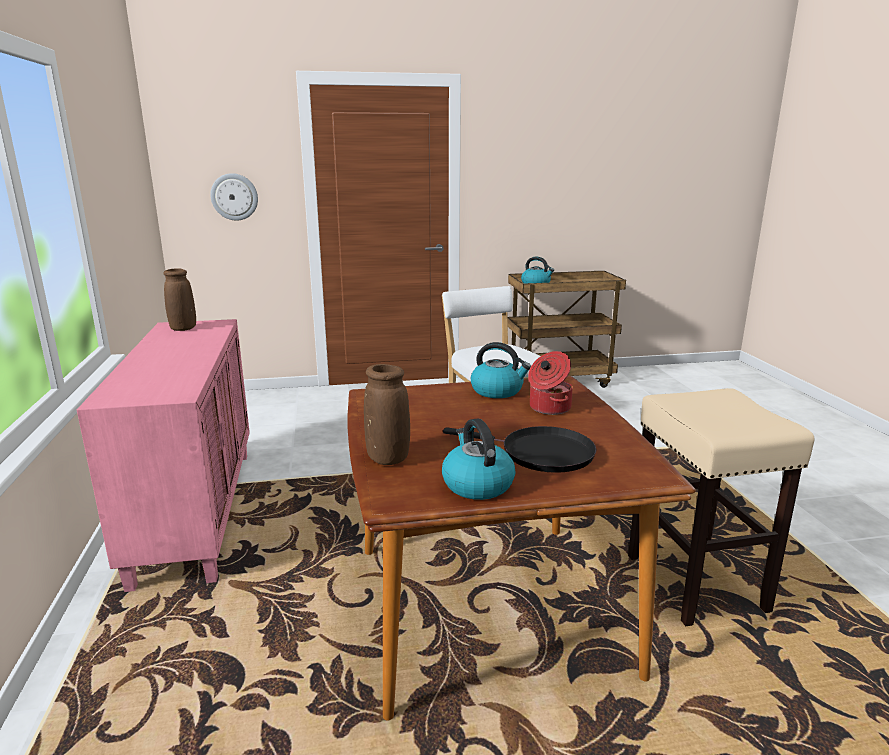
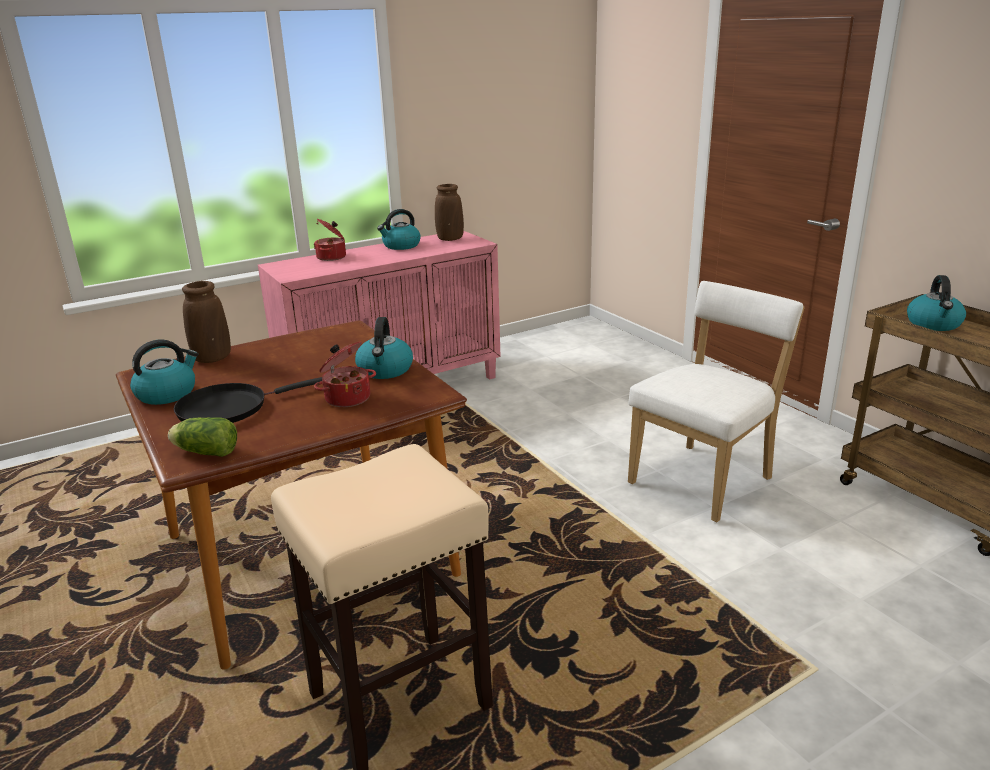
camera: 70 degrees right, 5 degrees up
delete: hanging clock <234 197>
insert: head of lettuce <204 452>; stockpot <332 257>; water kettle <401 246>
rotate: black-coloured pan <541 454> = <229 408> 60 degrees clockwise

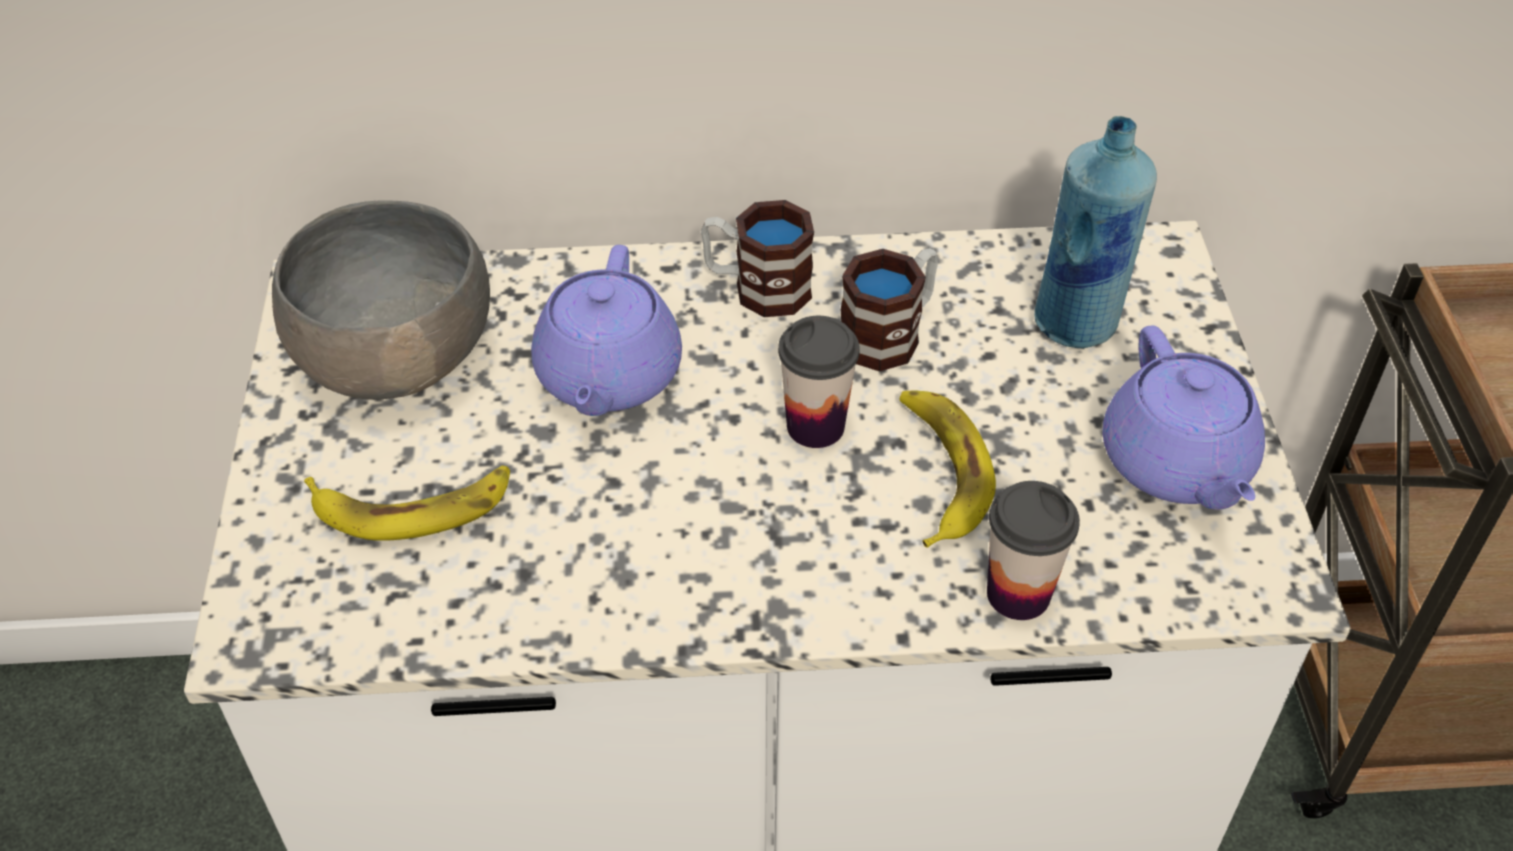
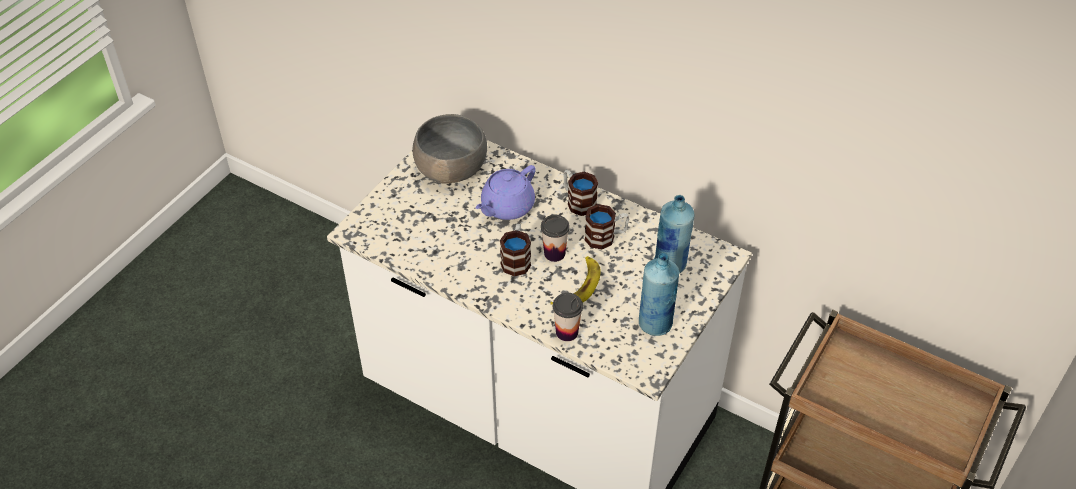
camera: 35 degrees right, 0 degrees up
delete: banana fruit <413 506>
insert: mug <516 259>
replace: purplish tea pot <1177 464> to blue-coloured drink bottle <655 323>

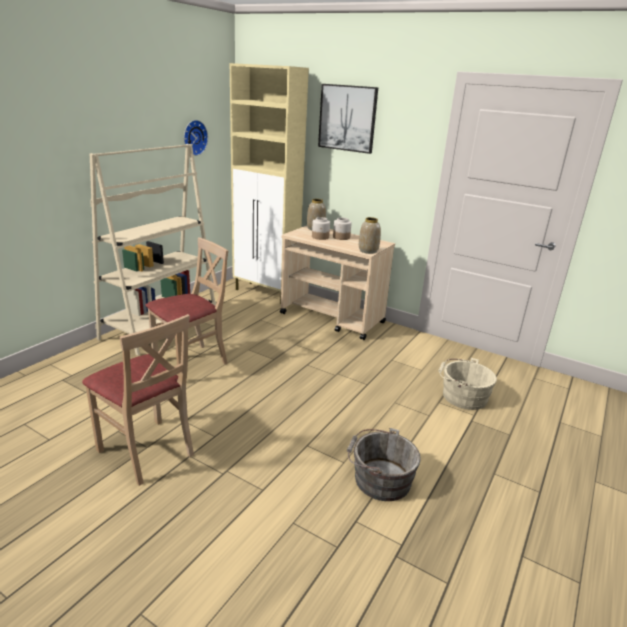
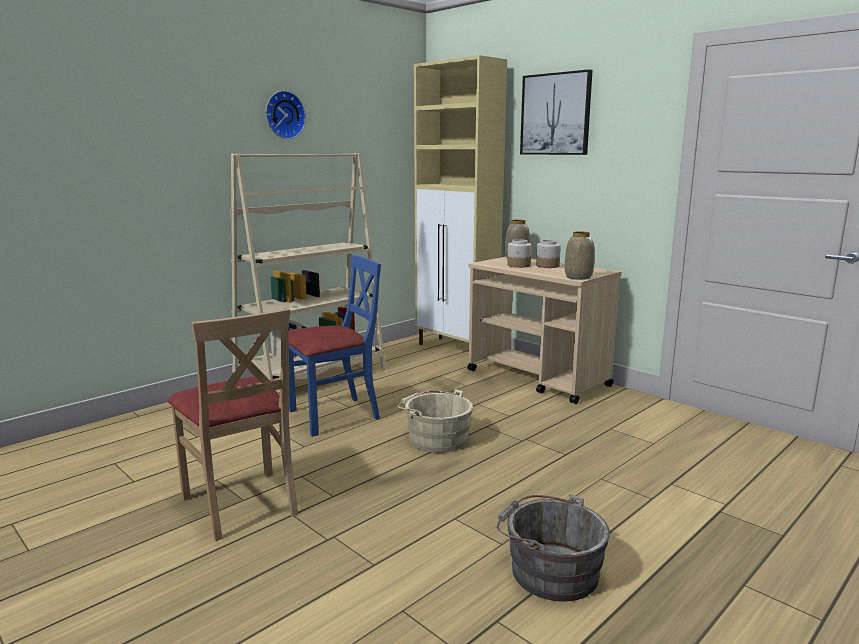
camera: 15 degrees right, 10 degrees down
move: hanging clock <194 137> to <283 115>; sand-coloured pail <461 396> to <435 438>
recolor: sand-coloured plain chair <191 363> to blue-coloured plain chair <334 415>

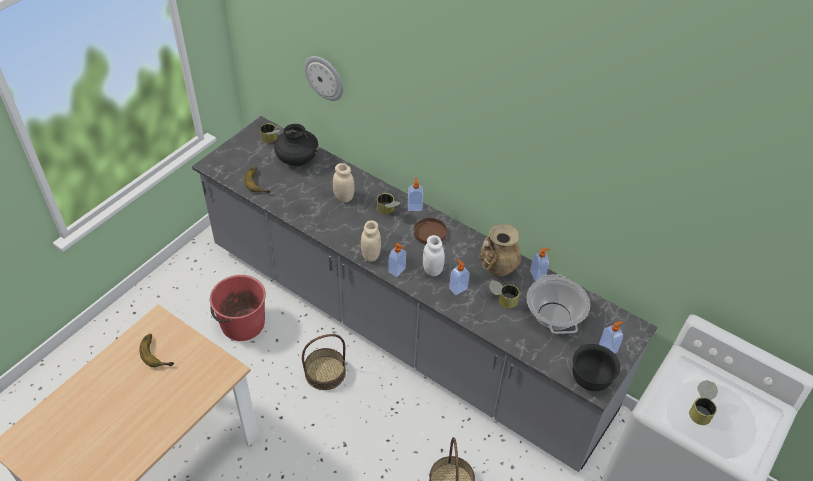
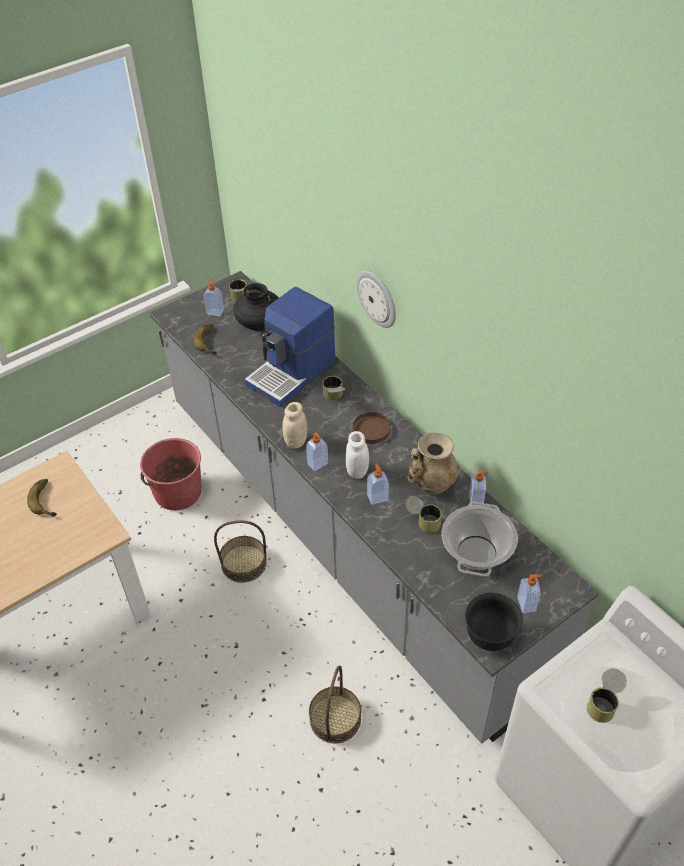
camera: 20 degrees right, 0 degrees up
move: hanging clock <324 77> to <377 298>; soap dispenser <414 207> to <215 312>
replace: sand-coloured jar <344 197> to coffee machine <292 373>

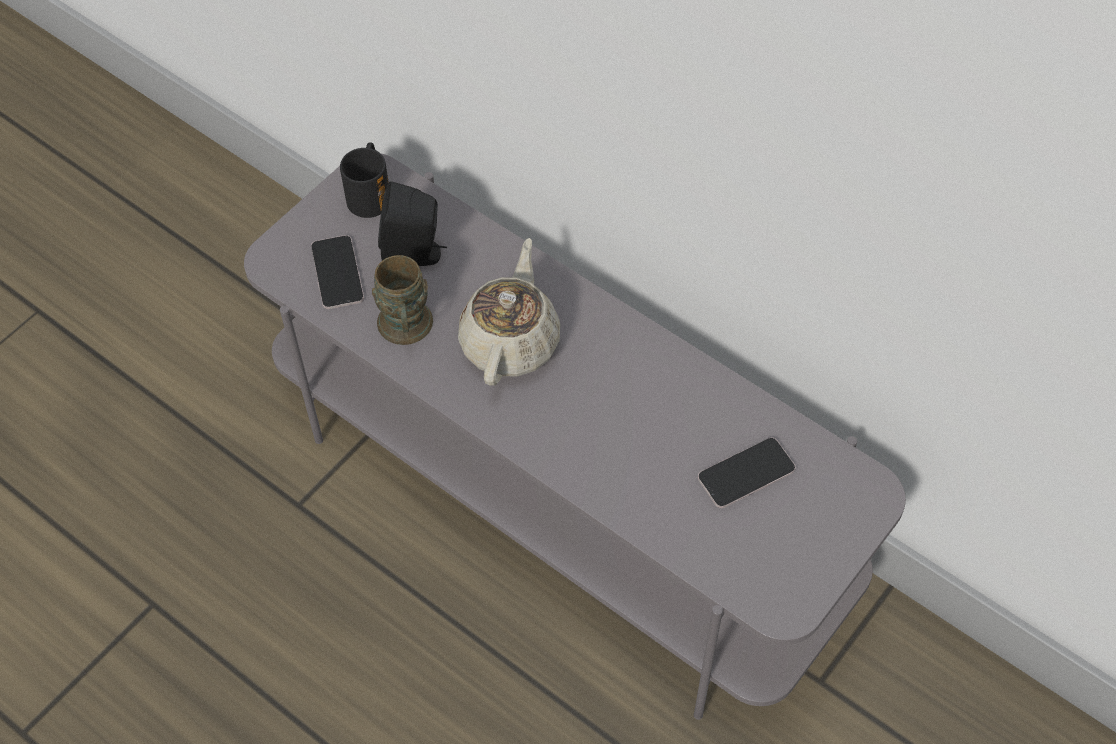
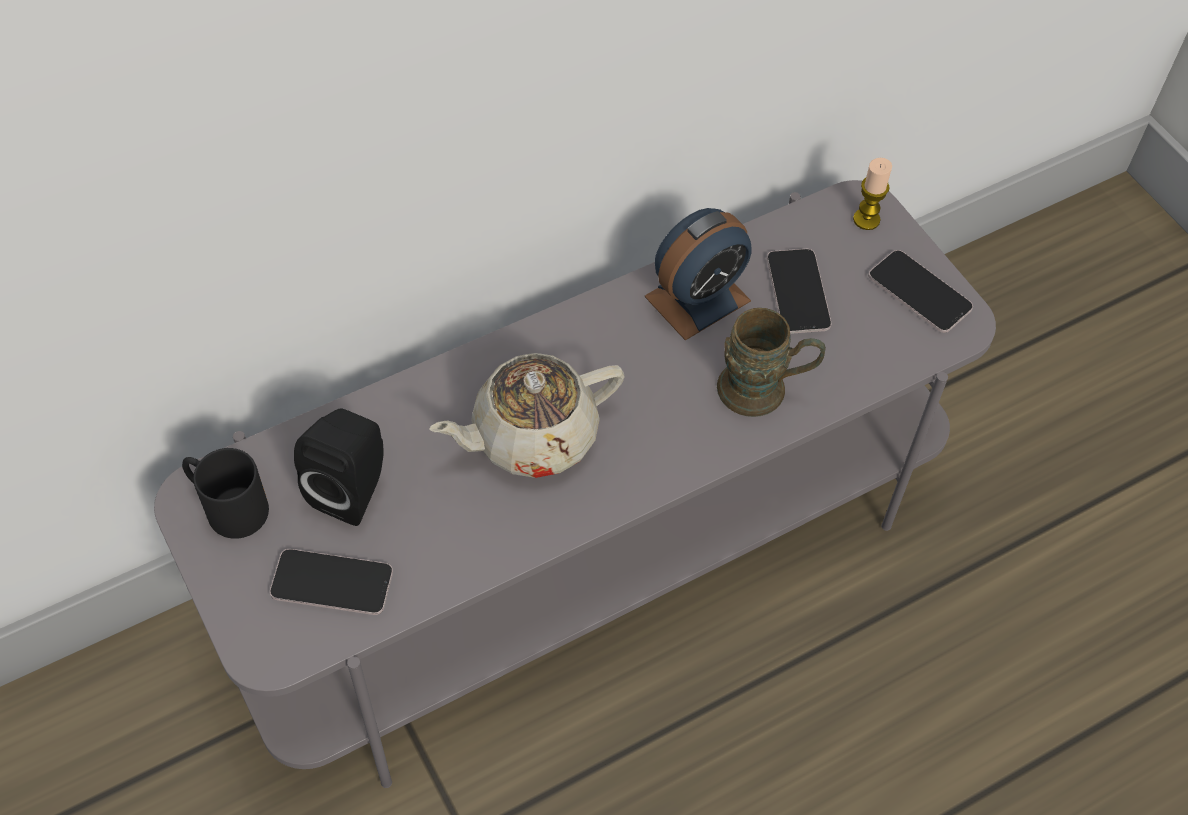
camera: 70 degrees left, 0 degrees up
insert: table clock <697 299>; candle <866 219>; phone <919 292>
move: brown-coloured mug <406 331> to <764 390>
rotate: sand-coloured tea pot <511 341> = <532 436> 60 degrees counterclockwise

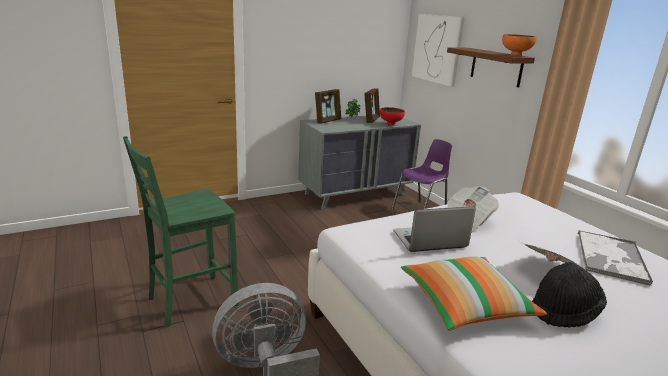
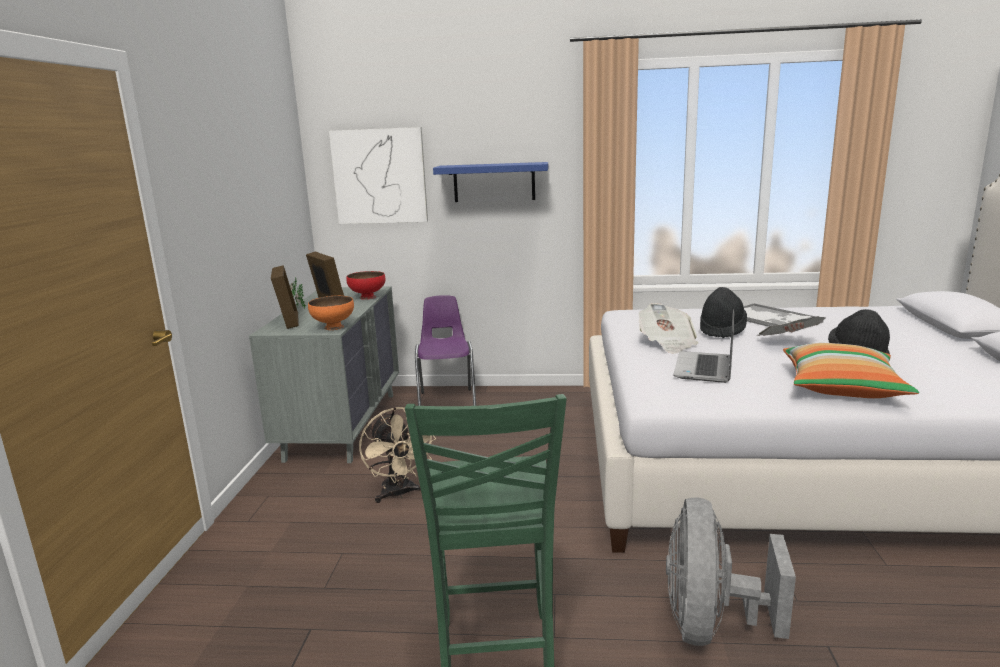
camera: 55 degrees left, 5 degrees down
insert: sand-coloured fan <399 494>; black-coloured clothing hat <722 330>
move: orange serving bowl <515 55> to <333 327>
recolor: brown-coloured shelf <496 67> to blue-coloured shelf <494 182>

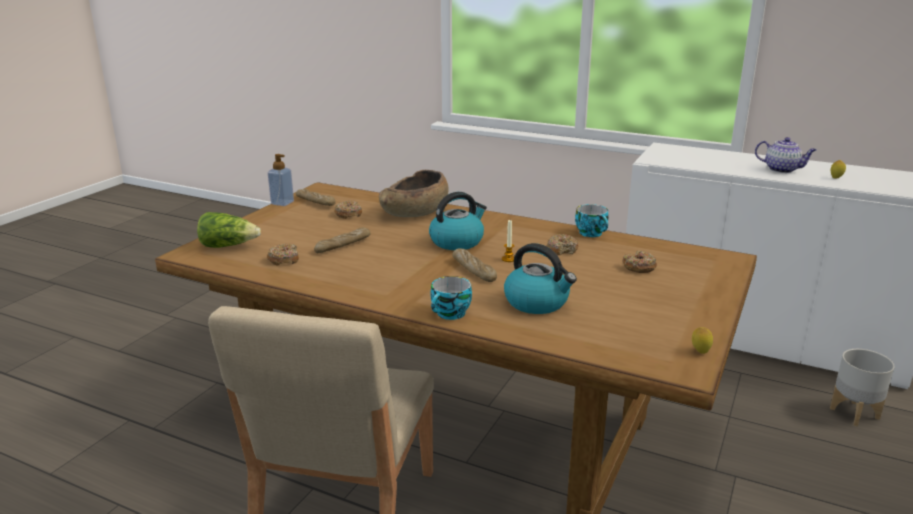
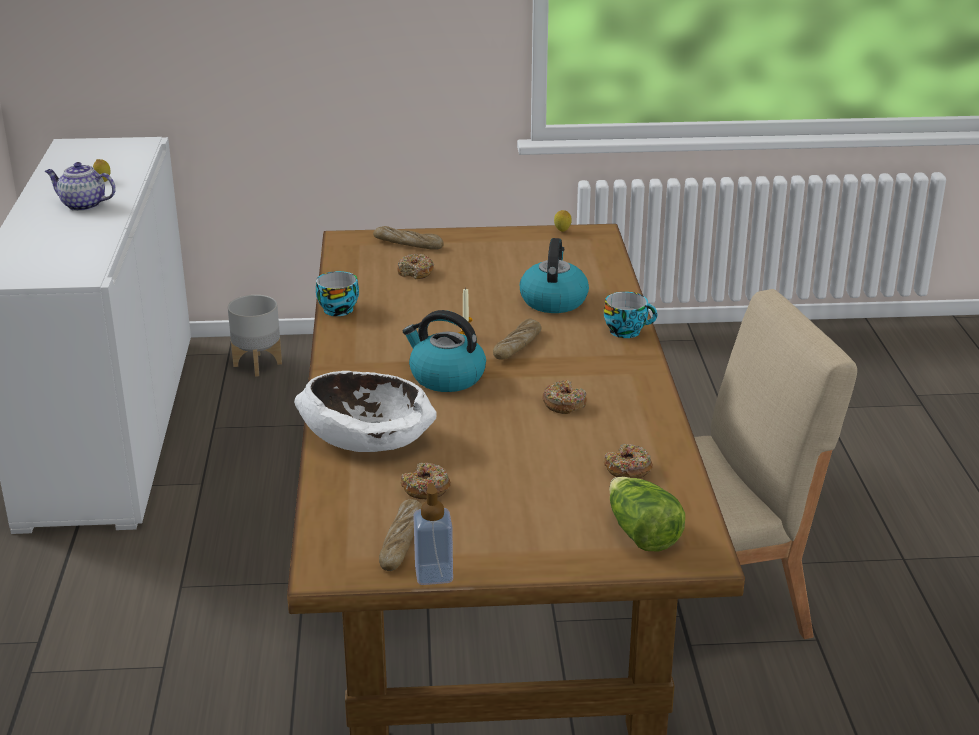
camera: 120 degrees left, 5 degrees up
move: baked bread <343 246> to <408 244>; donut <562 250> to <564 404>
recolor: brown-coloured serving bowl <415 212> to white serving bowl <367 438>
rotate: tea pot <782 170> = <82 205> 75 degrees counterclockwise

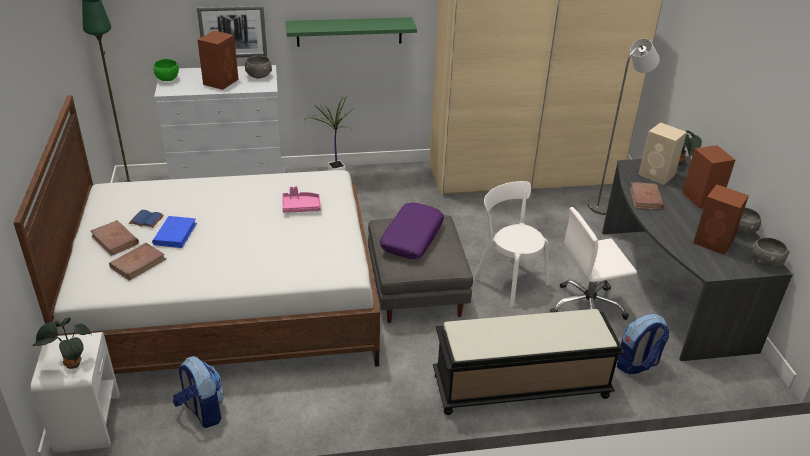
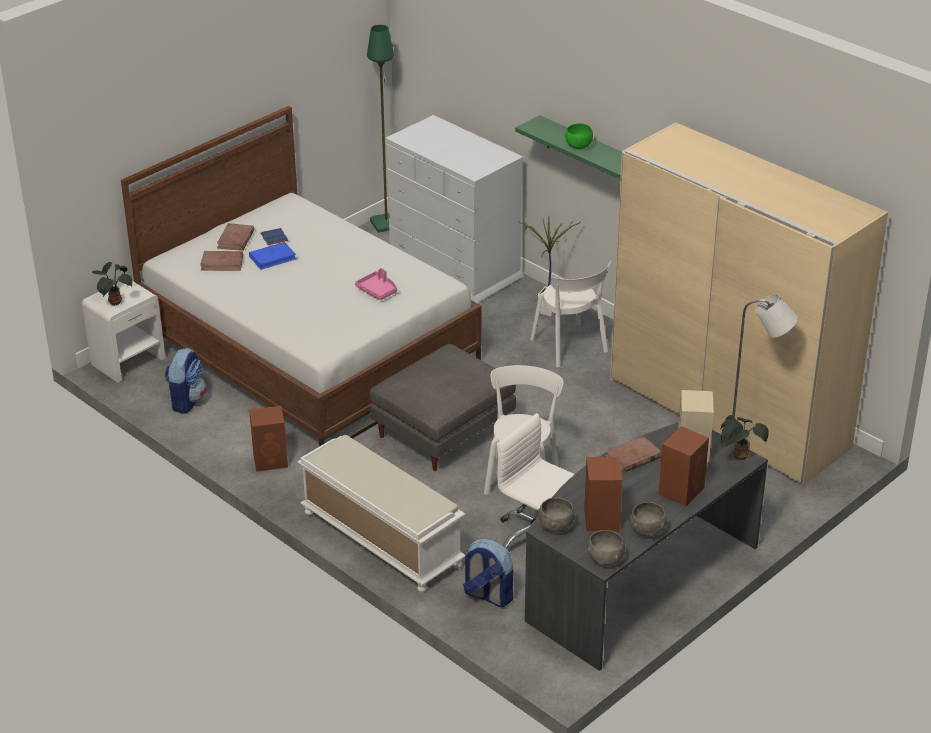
camera: 55 degrees right, 0 degrees up
delete: wall picture <232 31>; purplish throw pillow <411 237>
insert: white plain chair <570 347>
move: green-coloured serving bowl <168 79> to <579 146>; brown-coloured speaker <221 81> to <271 460>; gray serving bowl <259 76> to <556 526>
recolor: black-coloured long seat <520 387> to white long seat <380 539>

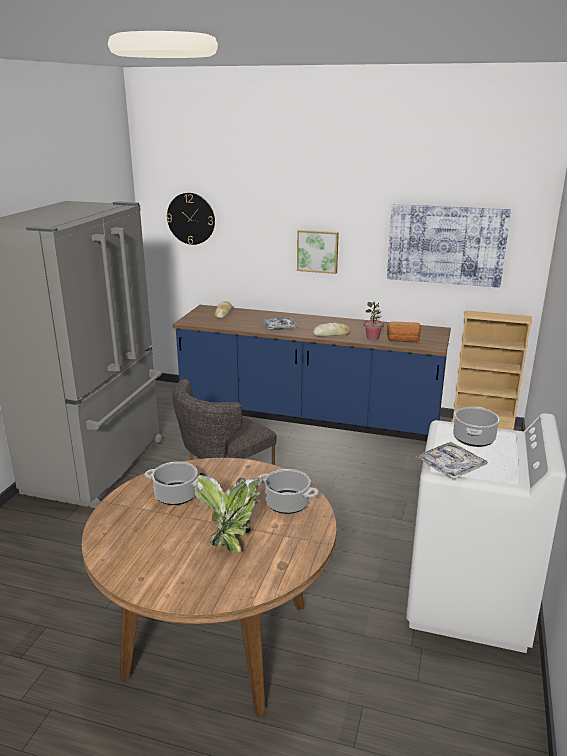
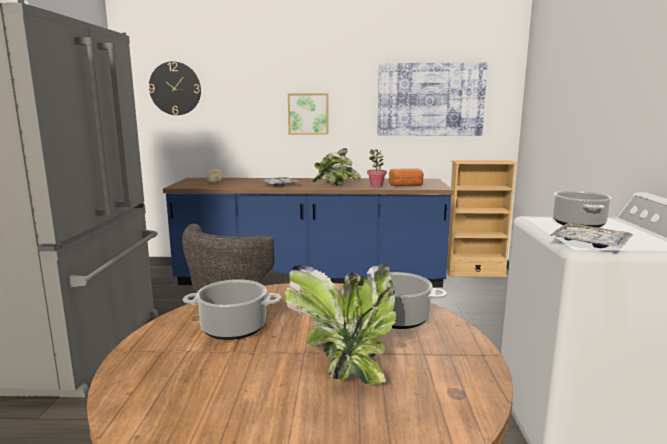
camera: 15 degrees left, 10 degrees down
replace: baked bread <331 334> to potted plant <335 186>

